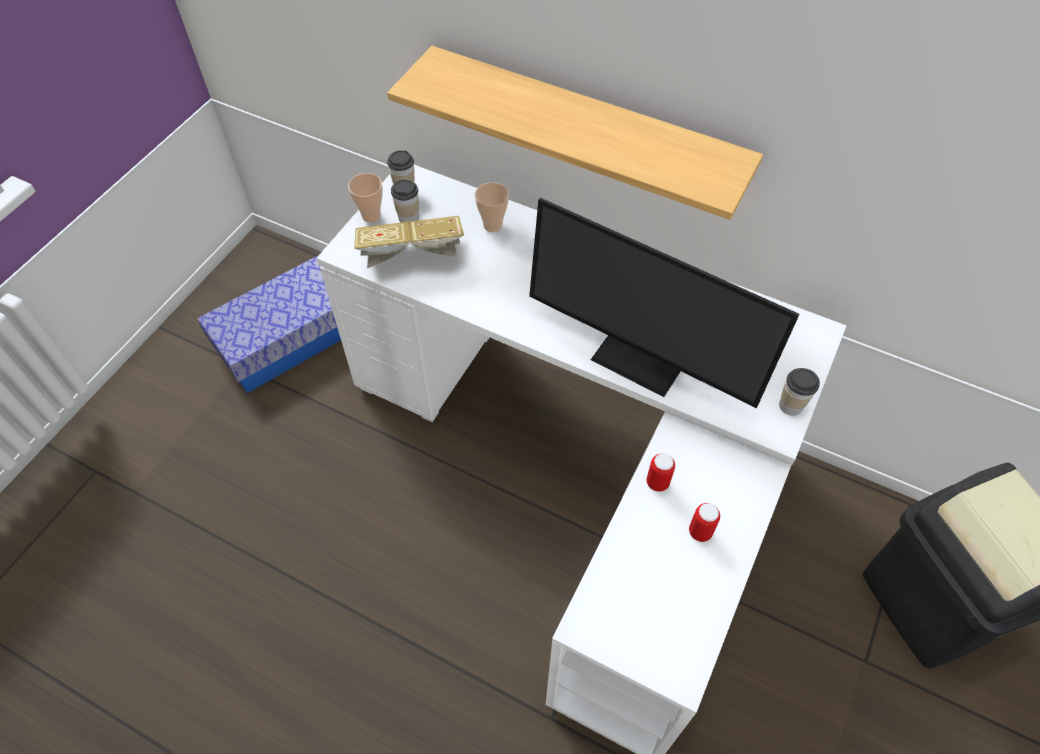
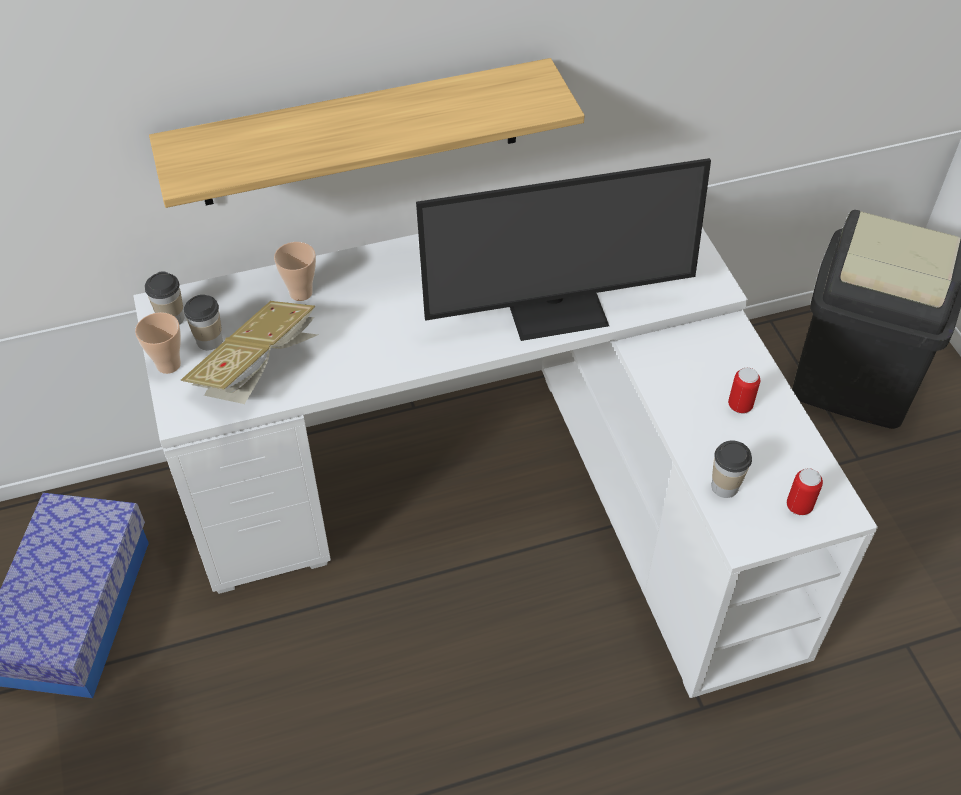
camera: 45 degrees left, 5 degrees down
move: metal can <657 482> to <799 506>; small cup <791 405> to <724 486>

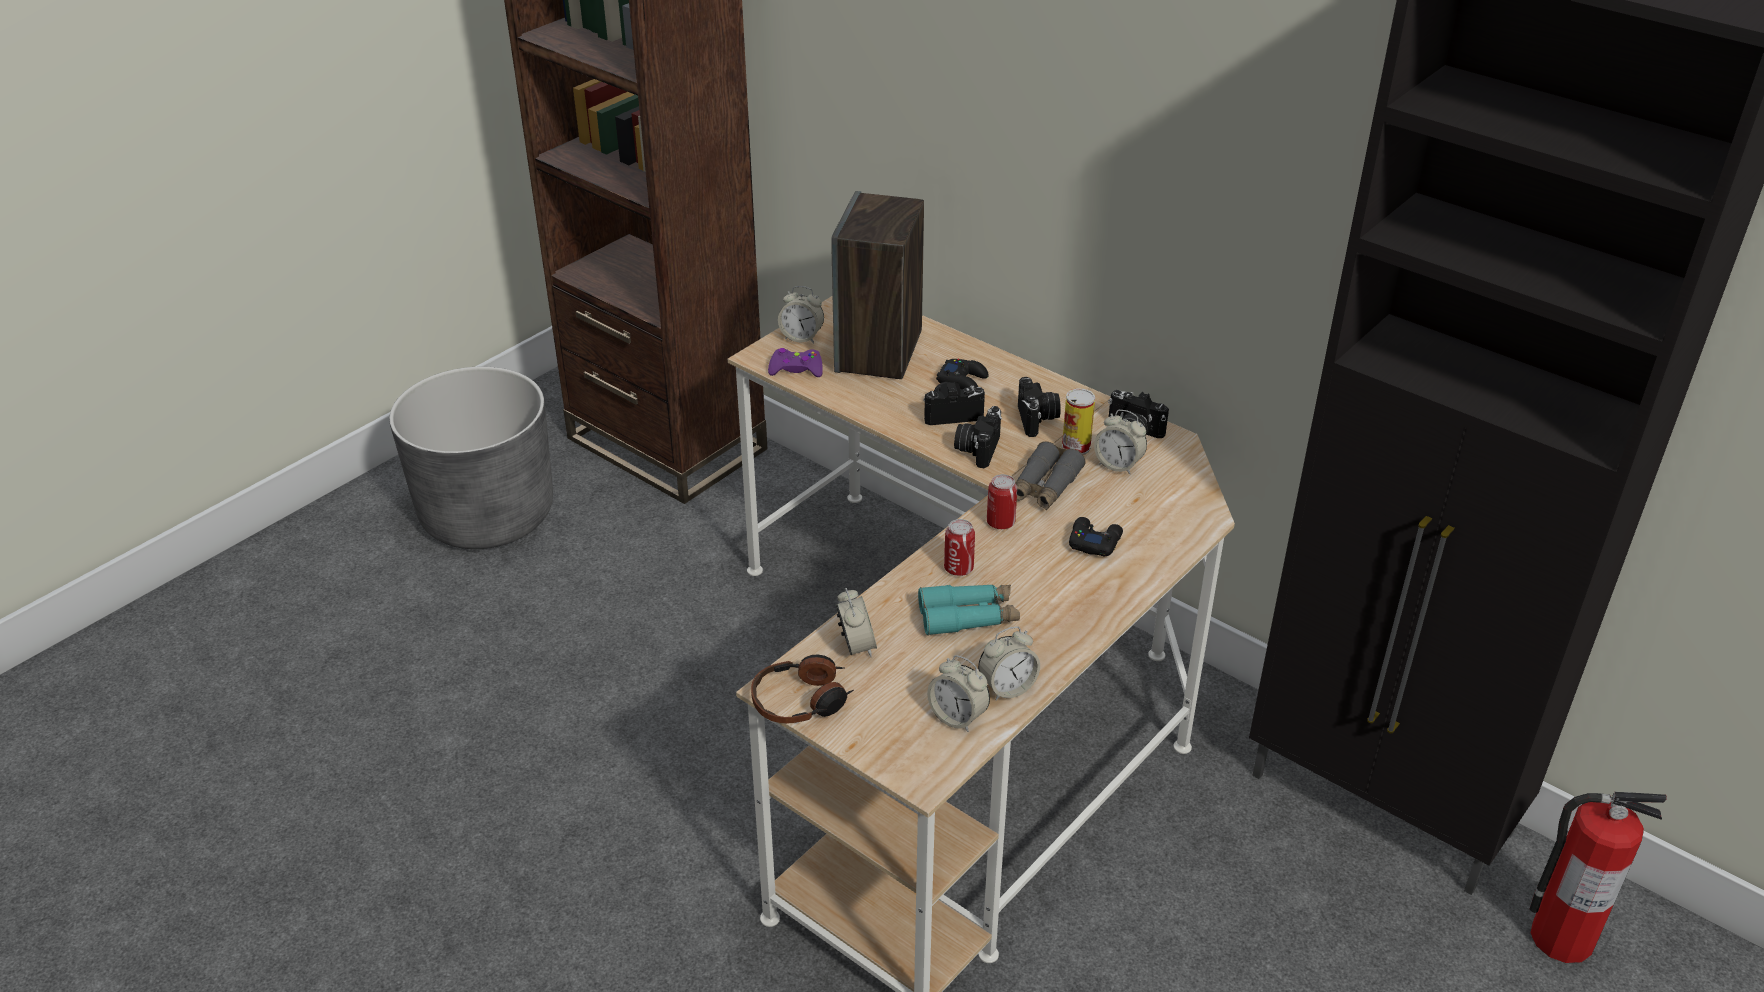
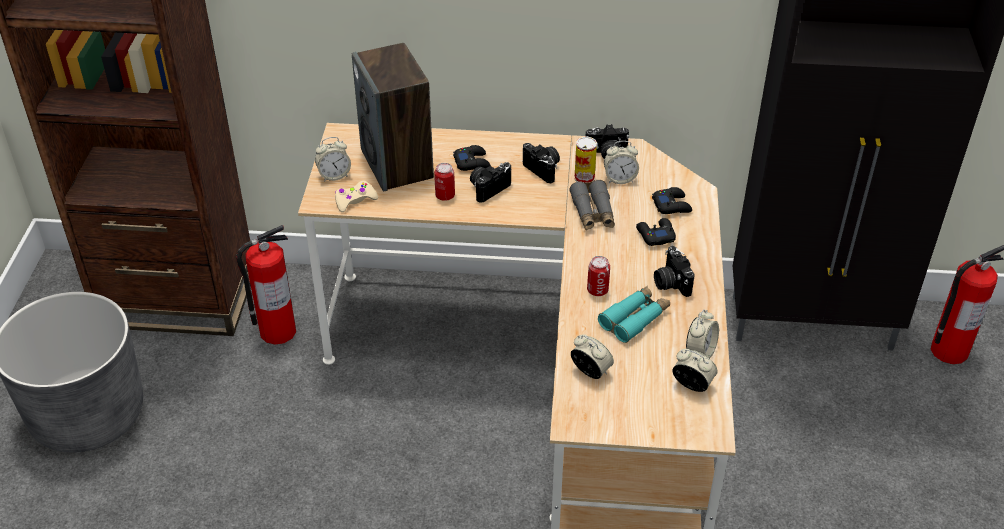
camera: 35 degrees left, 5 degrees up
delete: headphones <802 701>
insert: extinguisher <277 331>; black-coloured joypad <672 205>
move: photo camera <977 449> to <670 282>; metal can <1000 522> to <445 195>
recolor: purplish joypad <796 369> to sand-coloured joypad <355 200>
rotate: table clock <957 717> = <692 385> 150 degrees counterclockwise

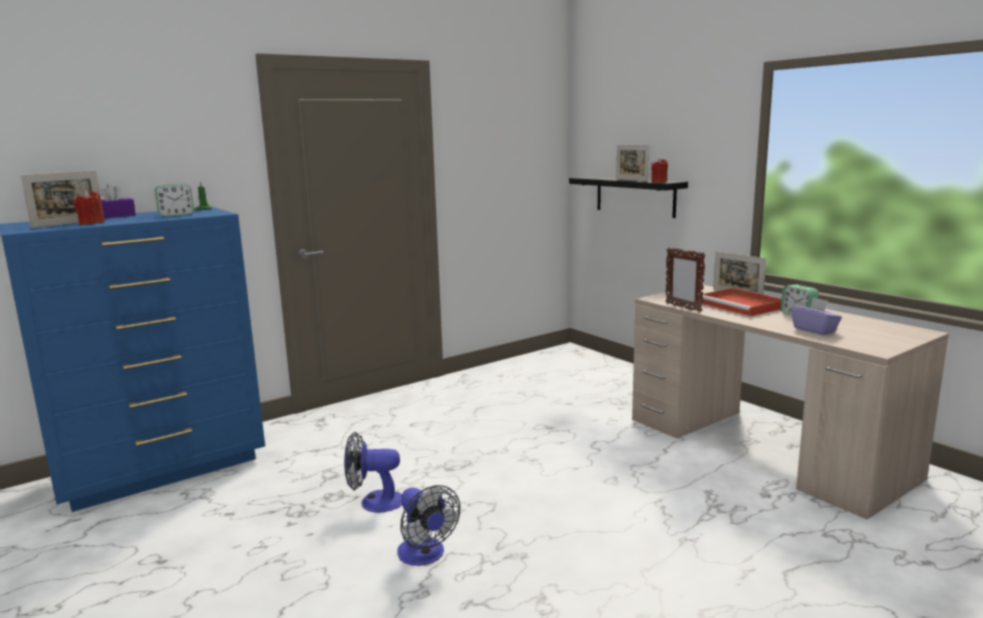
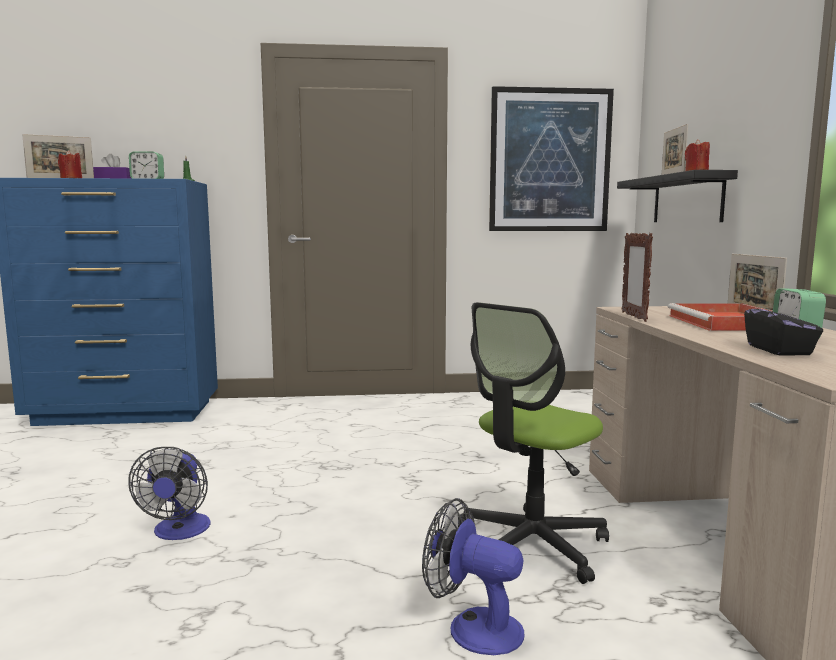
camera: 30 degrees right, 5 degrees down
insert: computer chair <531 545>; wall picture <550 160>
move: fan <374 502> to <473 627>
recolor: purplish tissue holder <814 330> to black-coloured tissue holder <779 350>

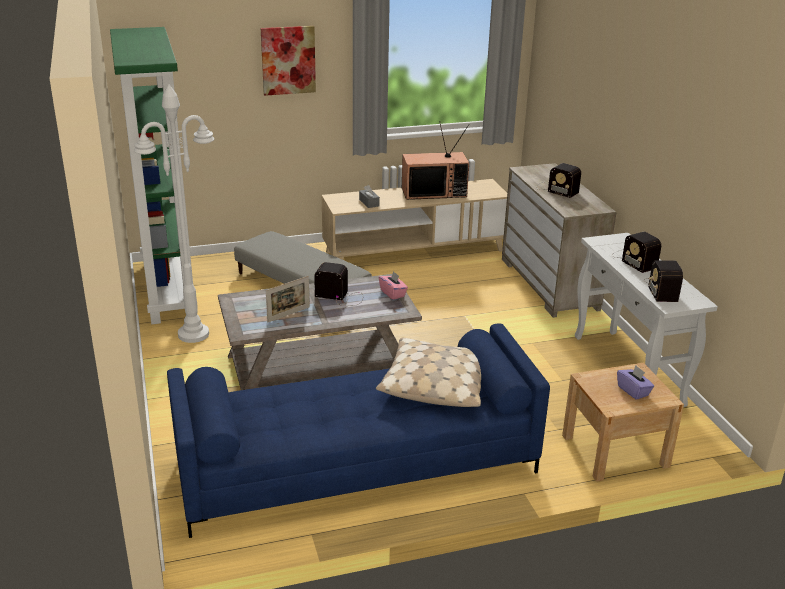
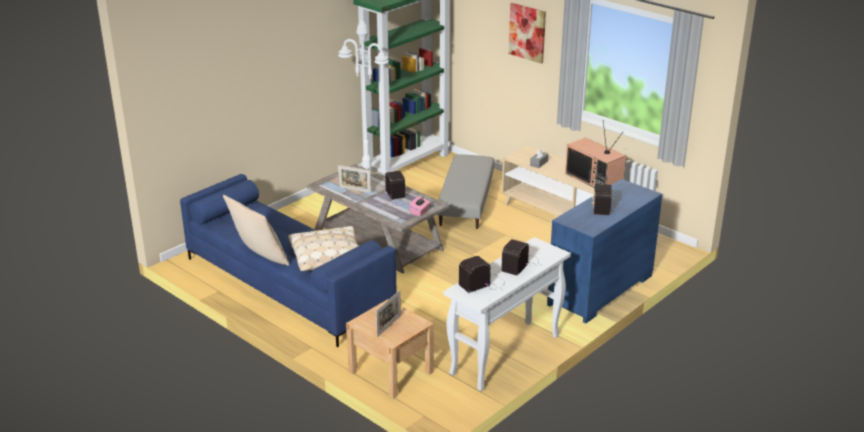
camera: 60 degrees right, 0 degrees up
insert: sand-coloured throw pillow <260 257>
replace: purplish tissue holder <633 391> to photo frame <388 326>
recolor: sand-coloured drawer chest <549 284> to blue-coloured drawer chest <601 290>

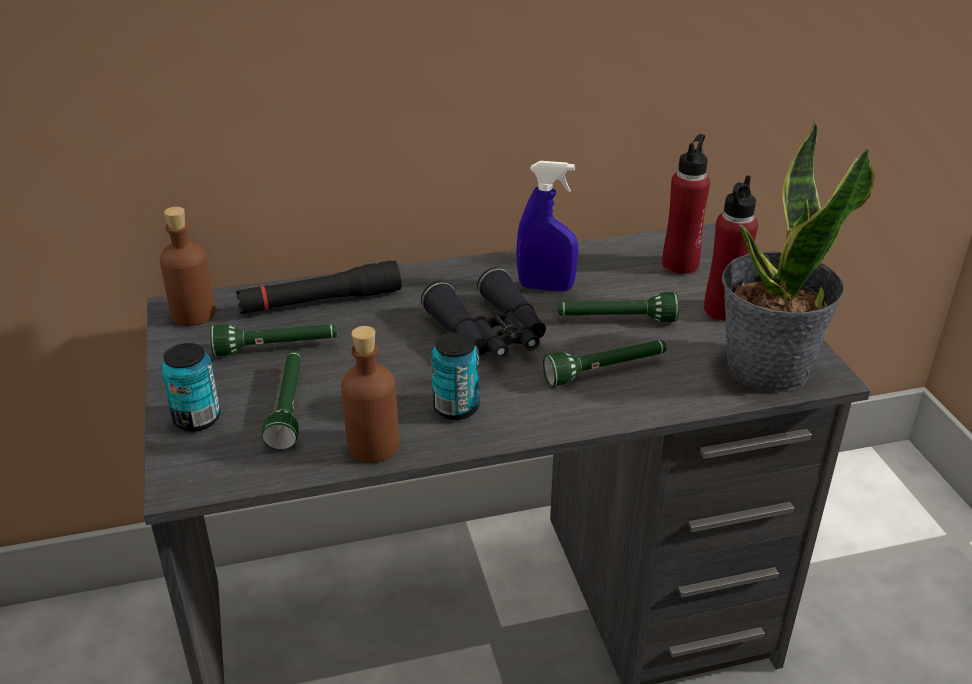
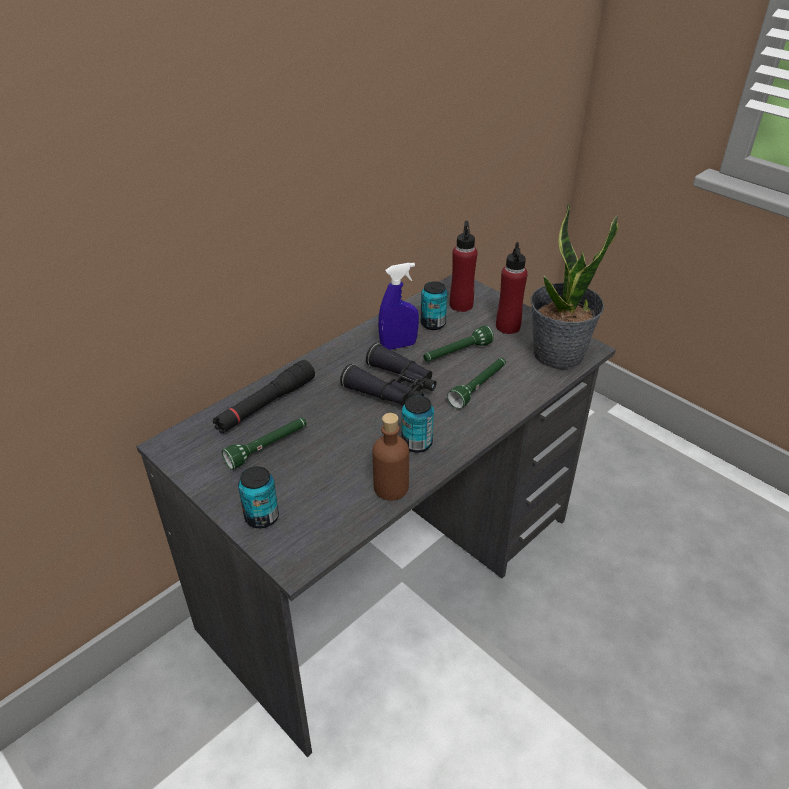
camera: 30 degrees left, 5 degrees up
delete: brown-coloured drink bottle <193 314>; green-coloured hand torch <289 407>
insert: metal can <433 324>

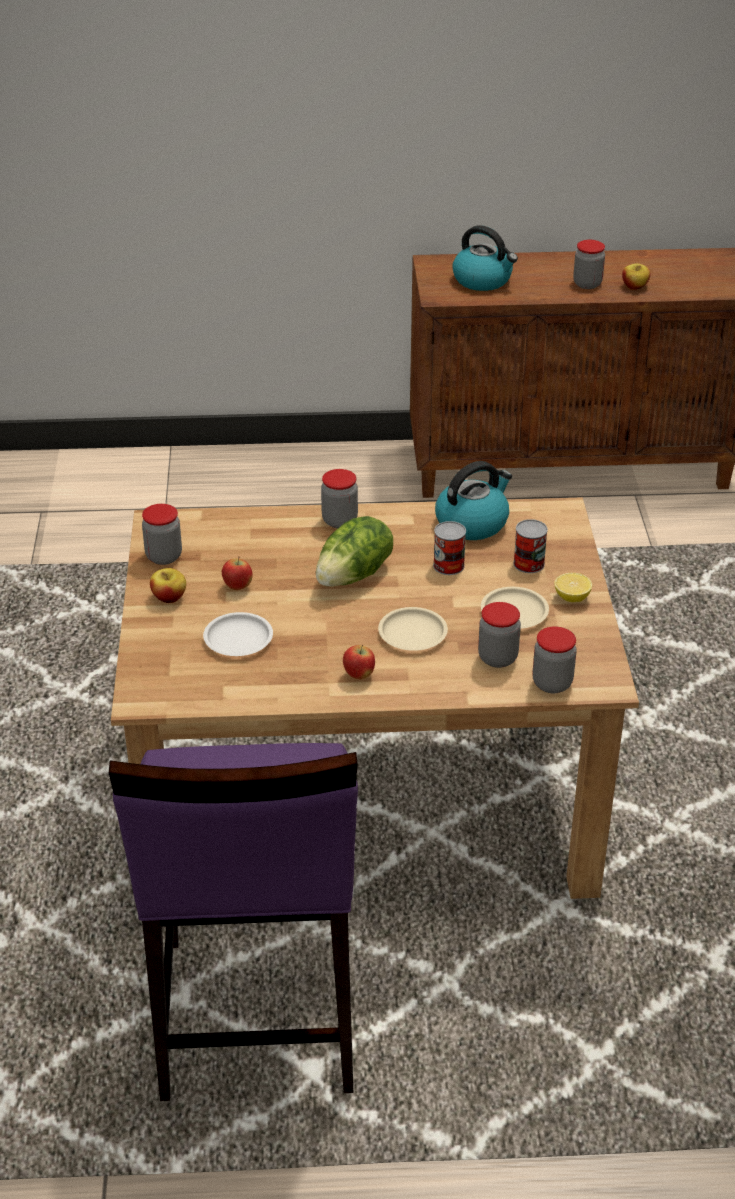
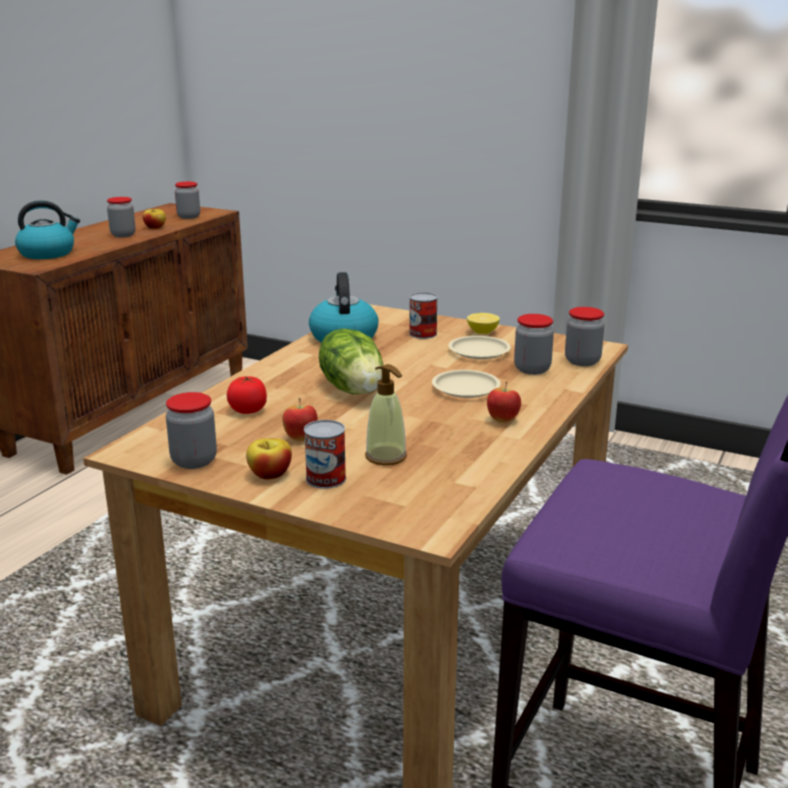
camera: 60 degrees left, 15 degrees down
insert: fresh tomato <248 410>
move: jar <339 520> to <188 217>; metal can <448 565> to <326 479>
replace: white flat dish <239 639> to soap dispenser <386 457>

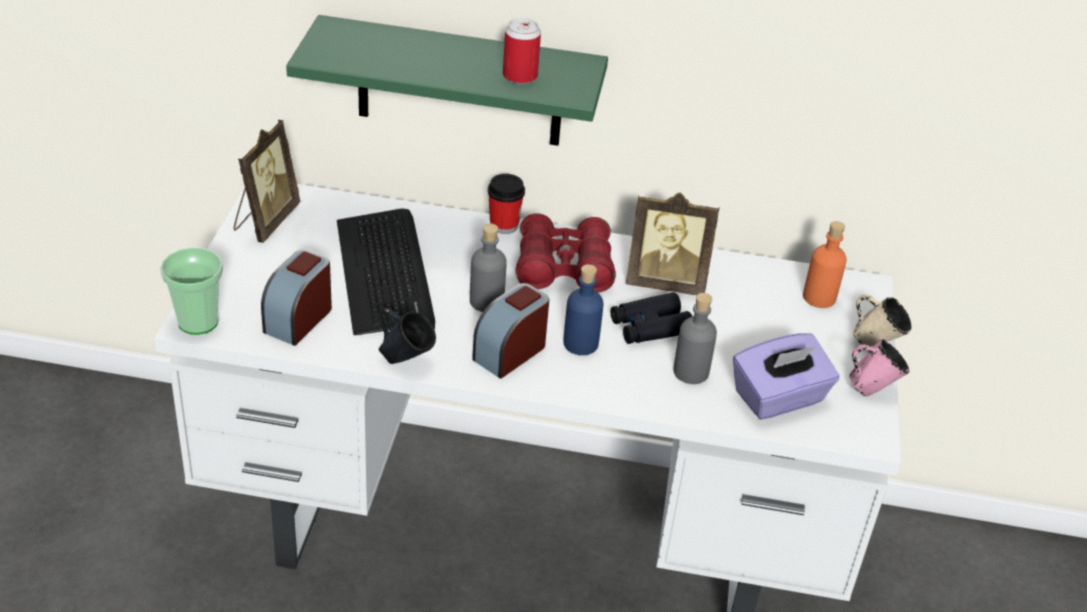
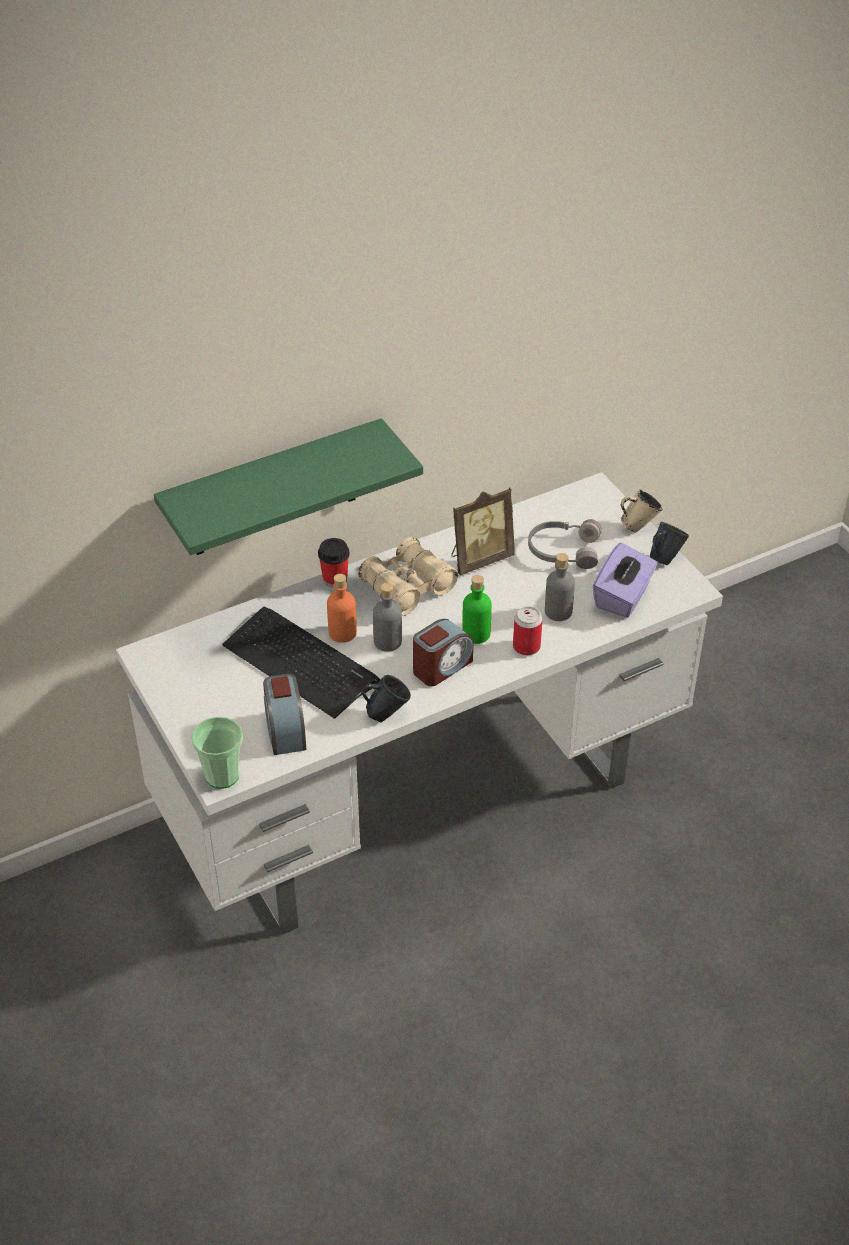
camera: 35 degrees left, 5 degrees up
delete: photo frame <265 221>; black-coloured binoculars <650 327>
insert: gray headphones <563 550>
move: metal can <520 76> to <526 646>; orange drink bottle <819 297> to <342 632>
recolor: red binoculars <564 268> to sand-coloured binoculars <407 587>; blue-coloured drink bottle <580 343> to green-coloured drink bottle <476 634>; pink-coloured mug <871 389> to blue-coloured mug <664 558>
rotate: table clock <510 352> = <441 667> 135 degrees counterclockwise

